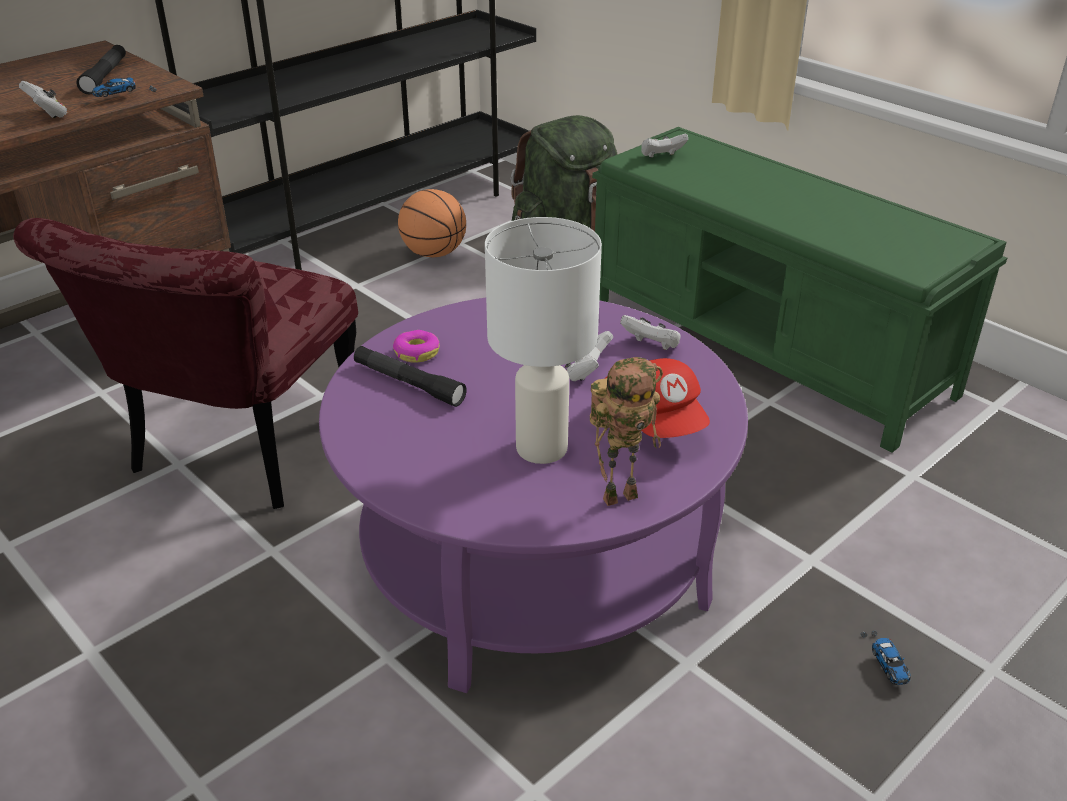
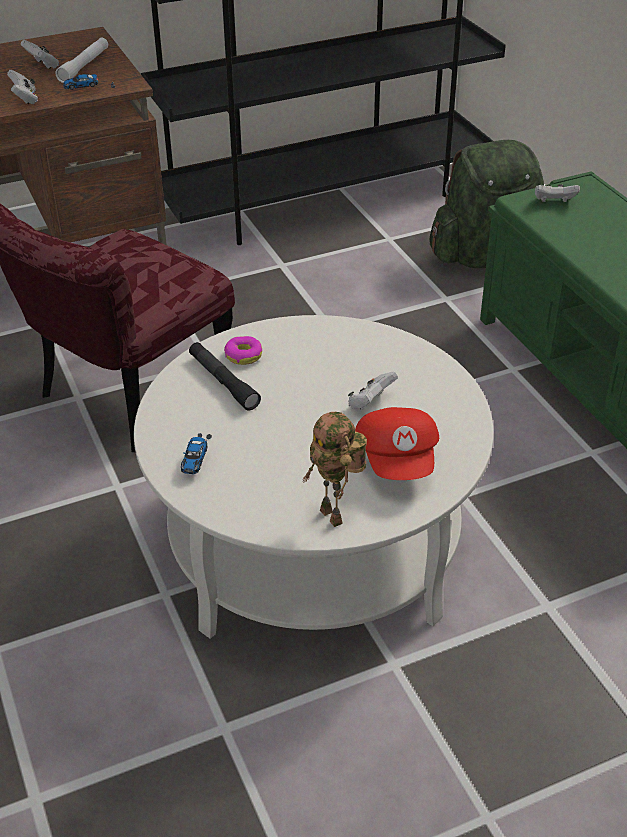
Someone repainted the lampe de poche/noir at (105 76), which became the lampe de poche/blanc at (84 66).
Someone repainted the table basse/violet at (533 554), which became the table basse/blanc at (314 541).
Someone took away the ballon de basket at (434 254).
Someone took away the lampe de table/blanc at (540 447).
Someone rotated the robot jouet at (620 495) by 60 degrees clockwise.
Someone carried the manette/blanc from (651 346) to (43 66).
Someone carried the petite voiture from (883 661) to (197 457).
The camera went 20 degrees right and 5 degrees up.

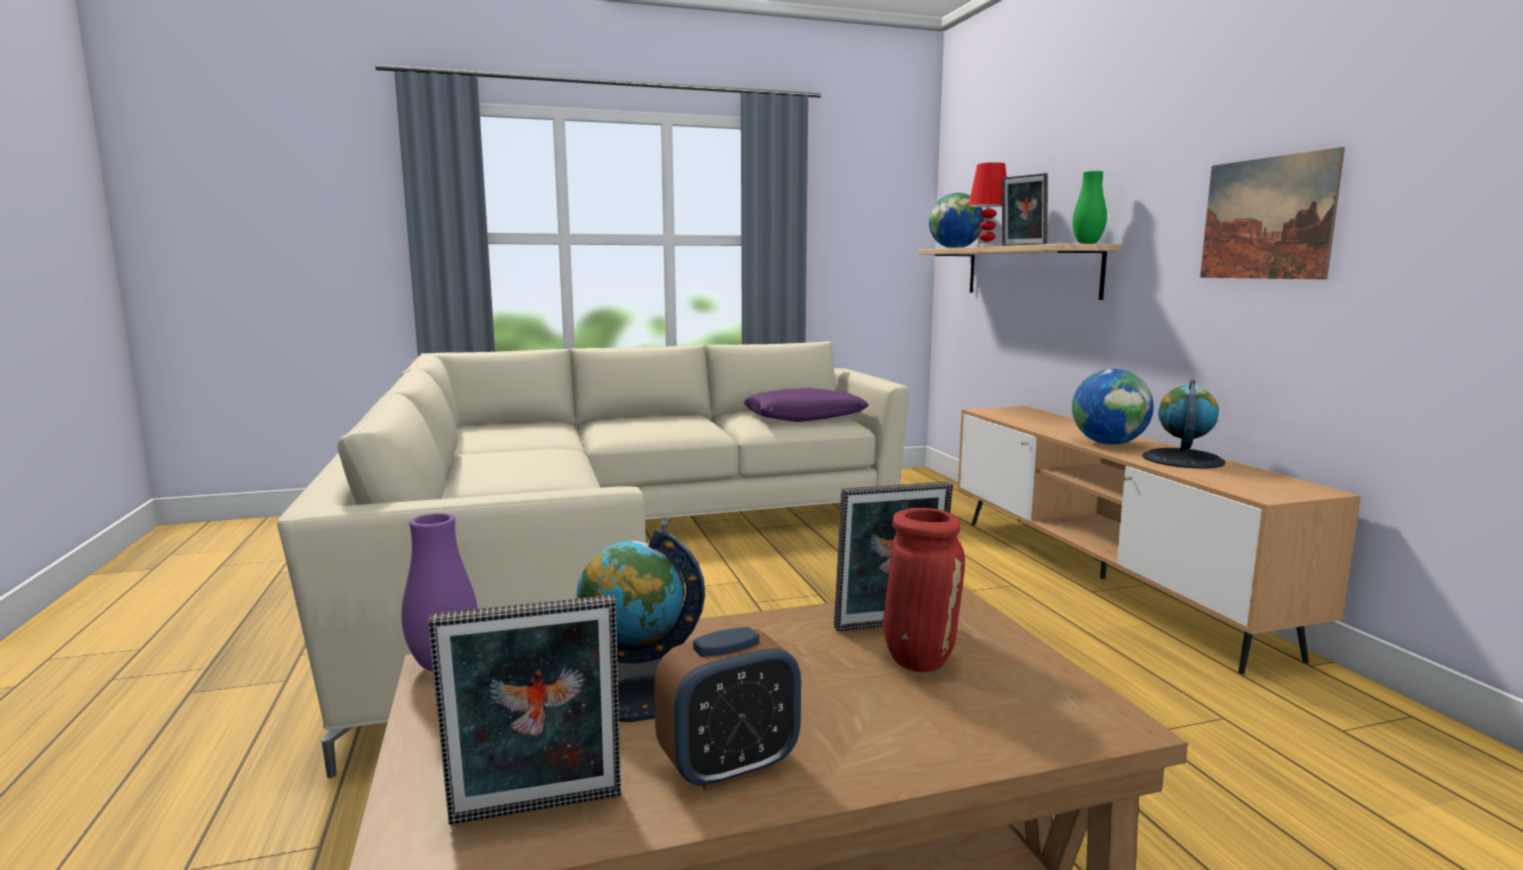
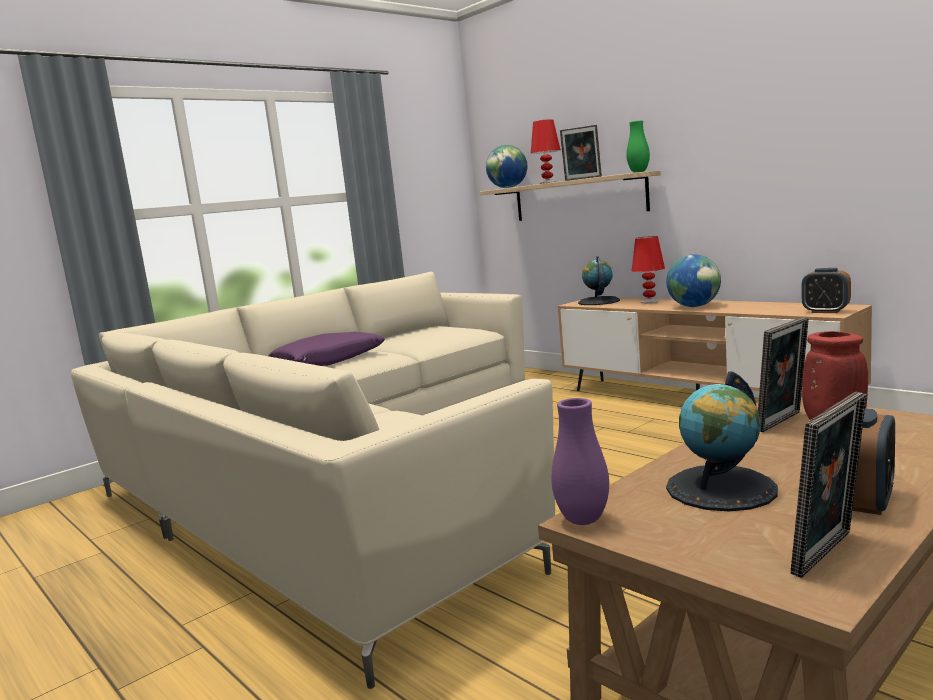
Someone carried the coussin/violet from (804 417) to (328 361).
Someone carried the globe from (1182 459) to (598 301).
Someone took away the tableau at (1266 218).
Someone put down the lampe de table/rouge at (650 301).
Someone put down the réveil at (825 311).
The camera went 25 degrees left and 0 degrees up.

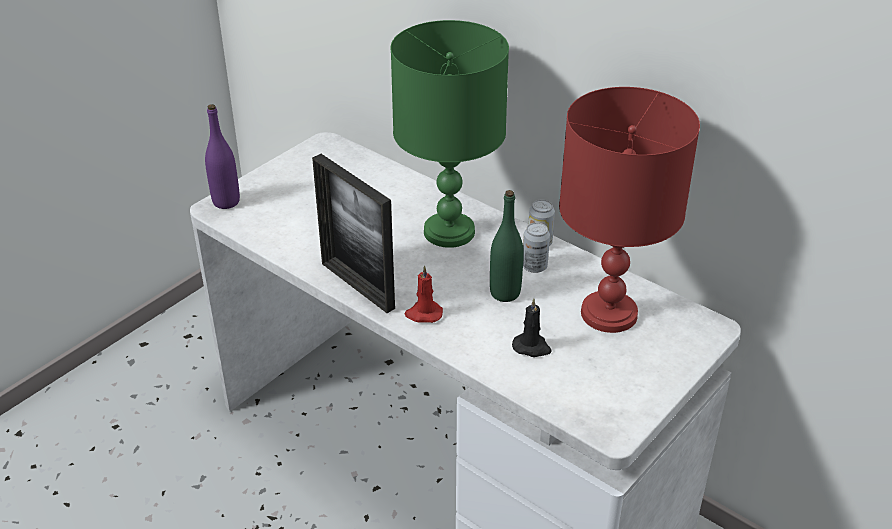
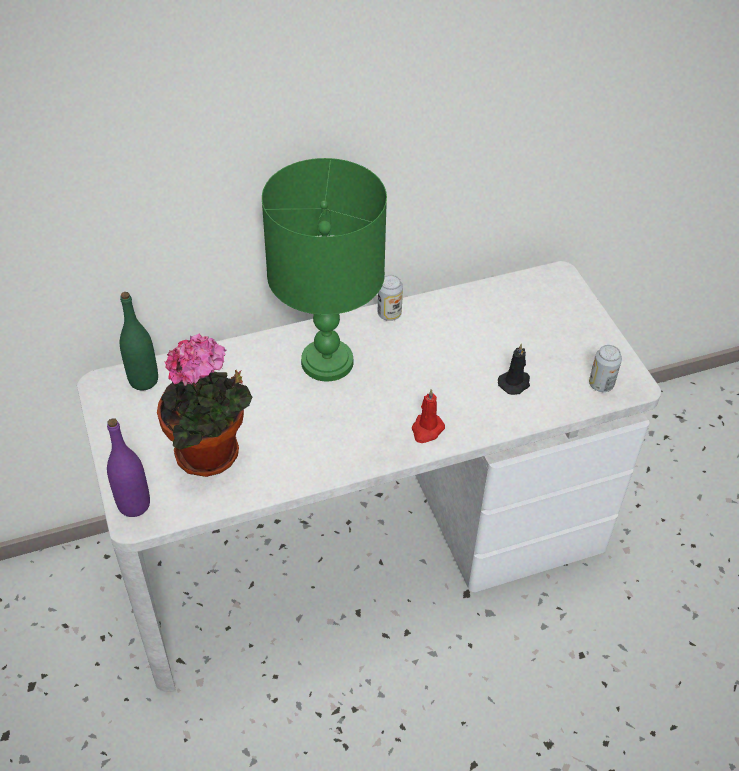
Someone took away the cadre photo at (357 285).
Someone carried the bouteille/vert from (505 293) to (143 380).
Someone carried the boîte métallique from (534 266) to (601 384).
Someone took away the lampe de table/rouge at (608 314).
Someone put down the plante en pot at (212 455).
The camera went 60 degrees left and 10 degrees up.

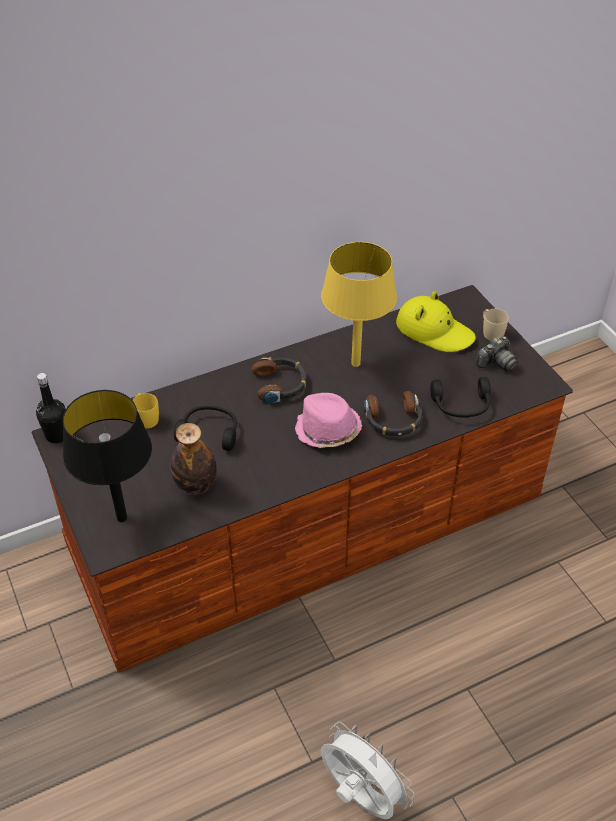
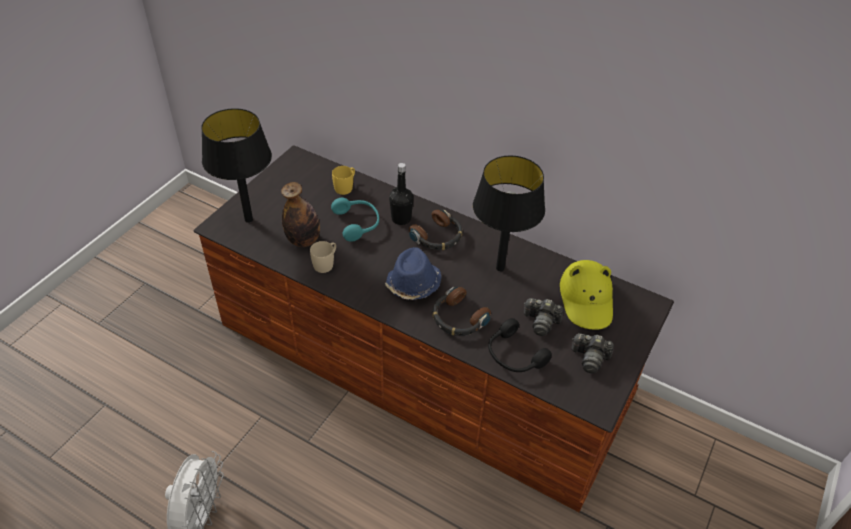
Someone carried the bouteille/noir from (57 435) to (401 219).
Someone repainted the casque audio/noir at (209 432), which became the casque audio/turquoise at (358 223).
Someone repainted the chapeau/rose at (327 430), which became the chapeau/bleu at (413 284).
Someone repainted the lampe de table/jaune at (356 363), which became the lampe de table/noir at (500 268).
Someone carried the mug/beige from (490 332) to (326 263).
Someone put down the appareil photo at (541 322).
The camera went 55 degrees right and 0 degrees up.

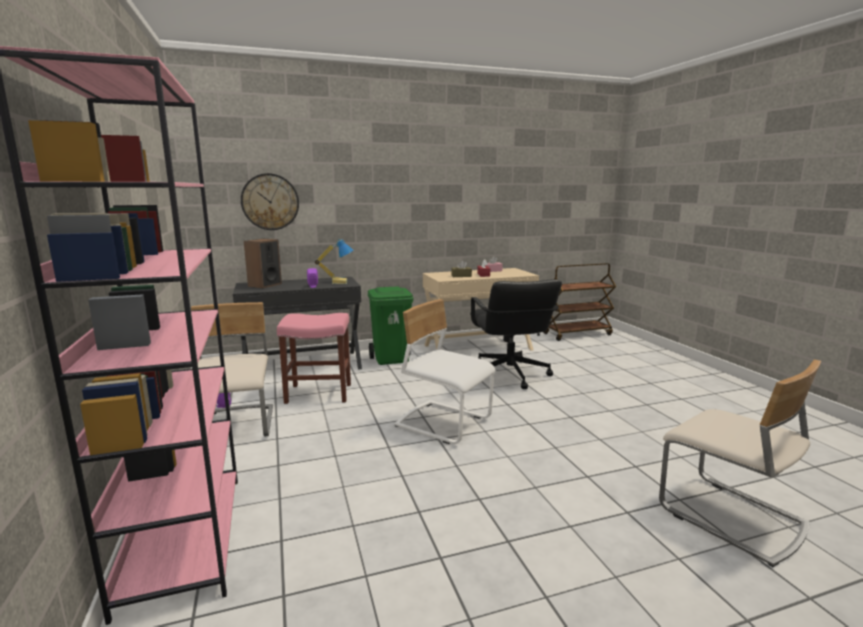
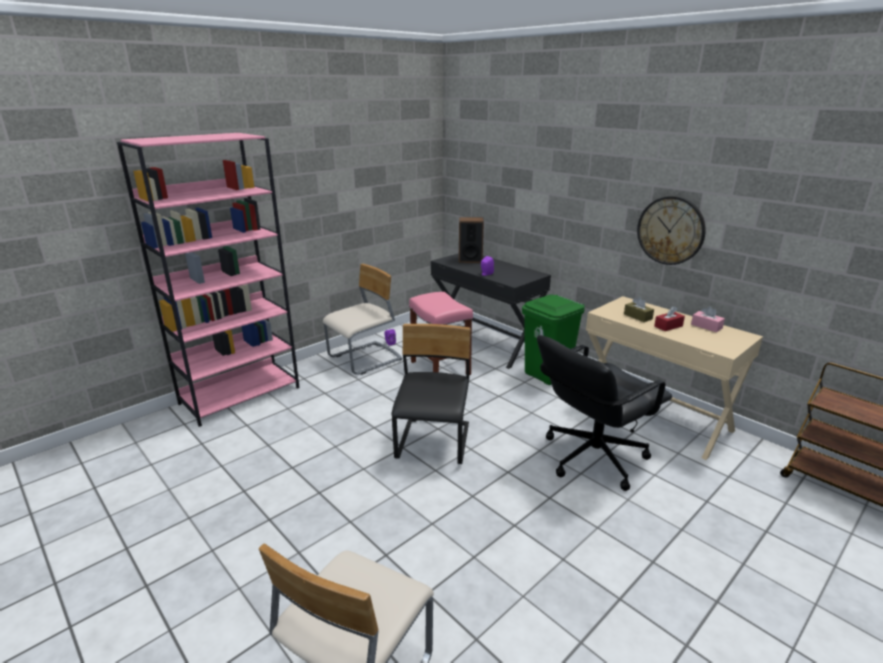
Someone carried the horloge murale from (270 202) to (670 230).
Someone took away the lampe de table at (339 282).
Someone repainted the chaise/blanc at (443 423), which became the chaise/noir at (434 442).
The camera went 65 degrees right and 10 degrees up.

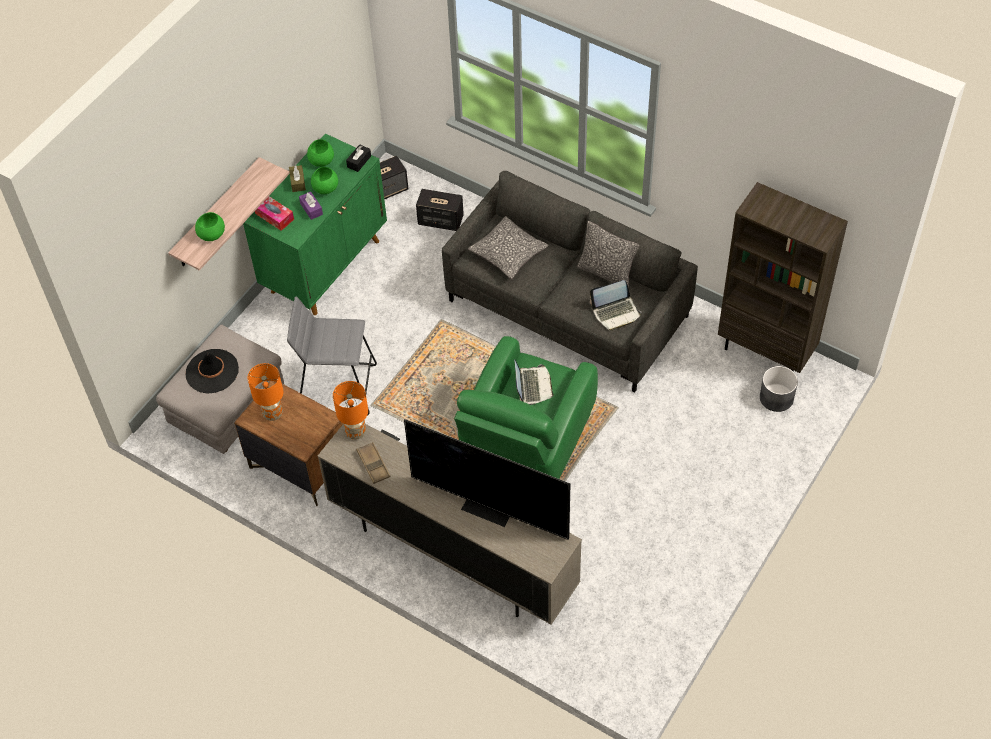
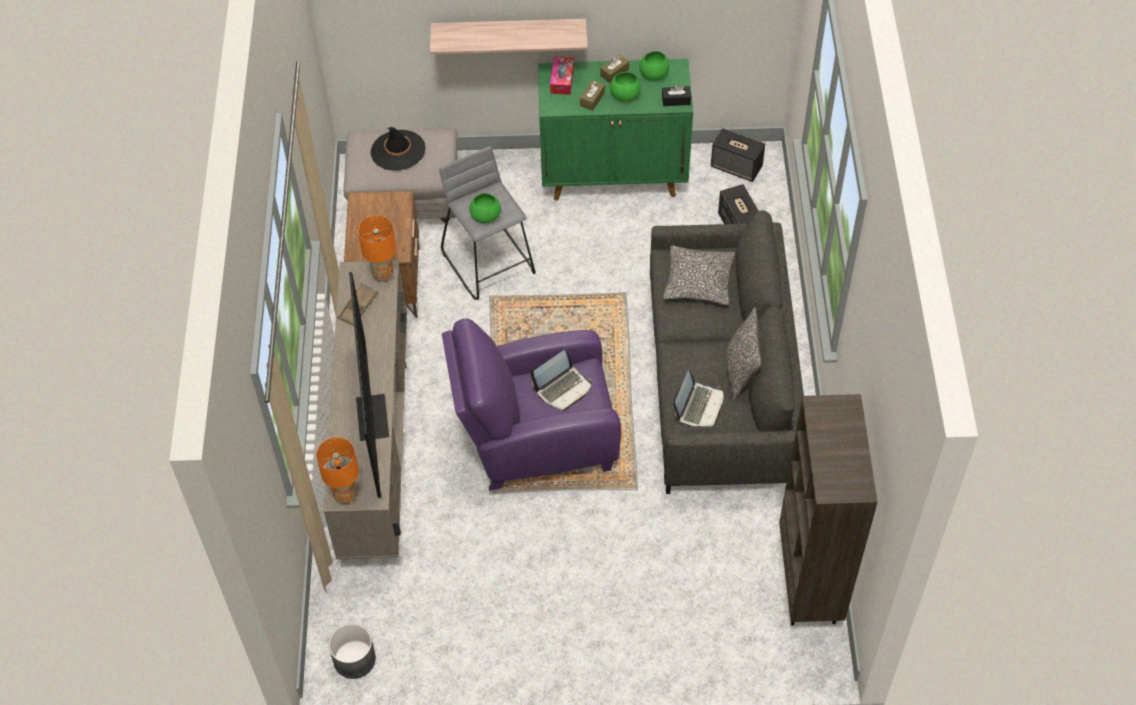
Someone carried the bol/vert from (212 233) to (486 215).
Someone carried the lampe de table/orange from (273 414) to (346 495).
Someone repainted the boîte à mouchoirs/violet at (311 209), which became the boîte à mouchoirs/marron at (592 99).
Someone repainted the fauteuil/vert at (525 445), which became the fauteuil/violet at (535 438).
Someone rotated the ordinateur portable at (616 312) by 105 degrees counterclockwise.
Someone carried the cache-pot/gris from (776 398) to (354 659).
The camera went 55 degrees right and 0 degrees up.

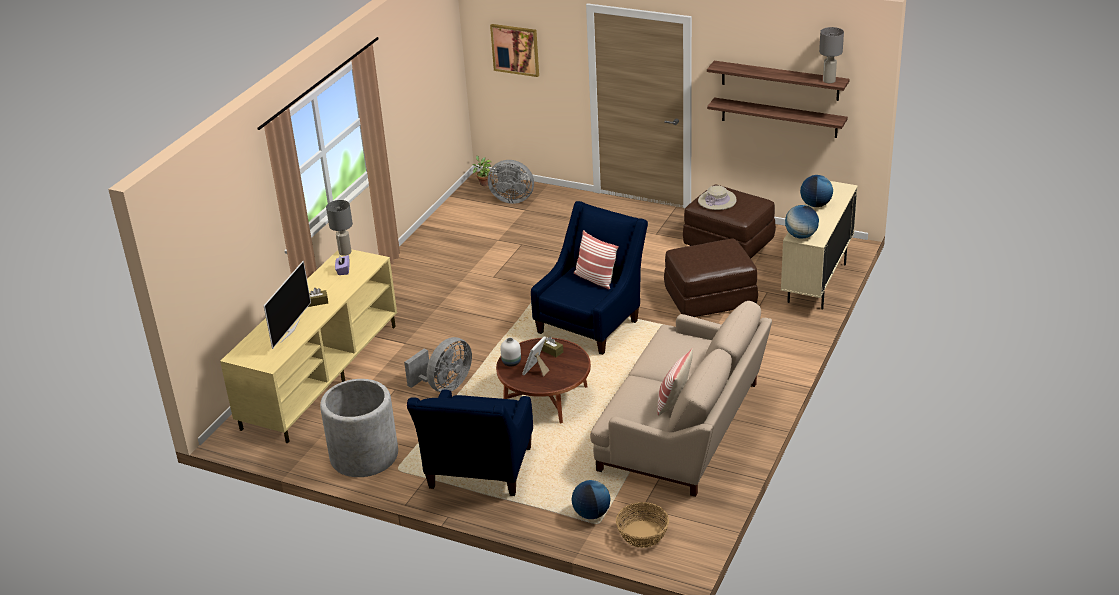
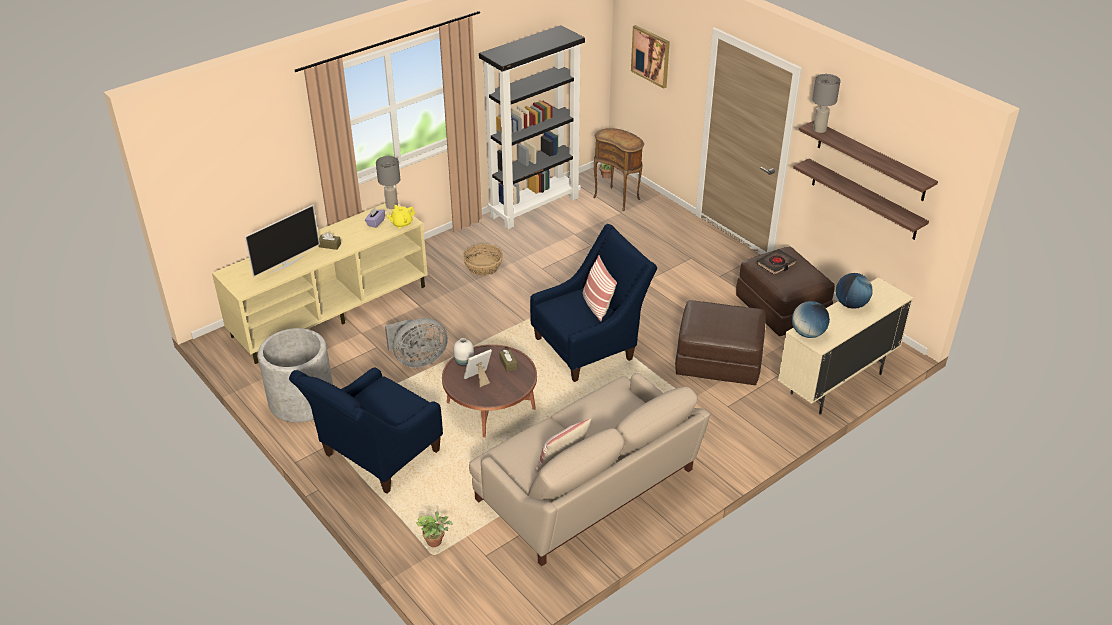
Someone swapped the ventilateur/gris at (512 199) for the table d'appoint/marron at (618 198).
Someone swapped the globe at (591 514) for the plante en pot at (436 542).
Someone carried the panier from (643 534) to (483 267).
Someone swapped the chapeau/beige at (717 201) for the livre/noir at (776 264).
Someone carried the lampe de table/gris from (829 81) to (819 130).
Someone put down the théière/jaune at (401 223).
Someone put down the bibliothèque/noir at (534 206).
The camera went 25 degrees right and 5 degrees up.

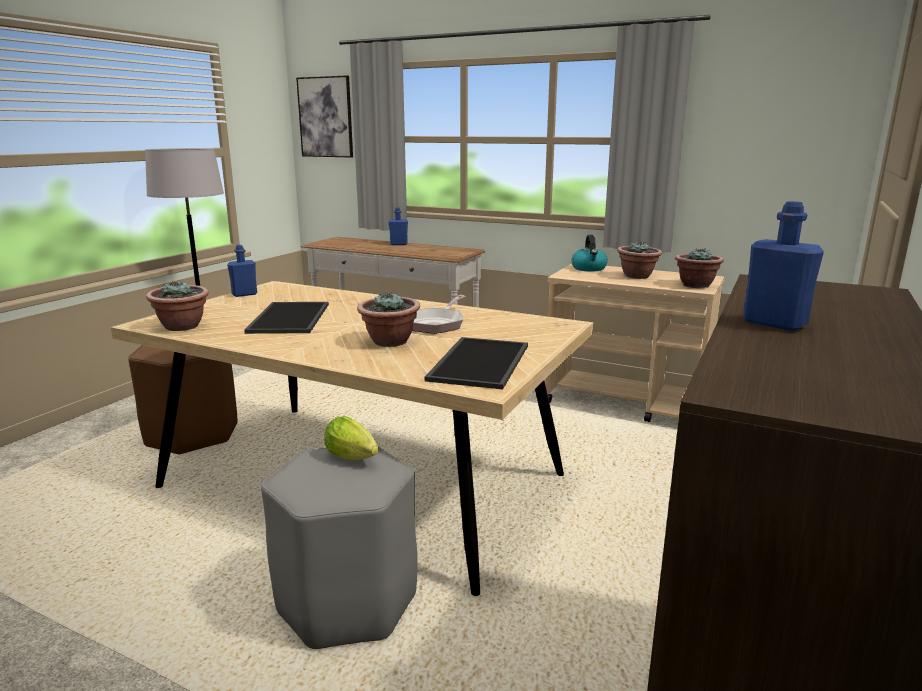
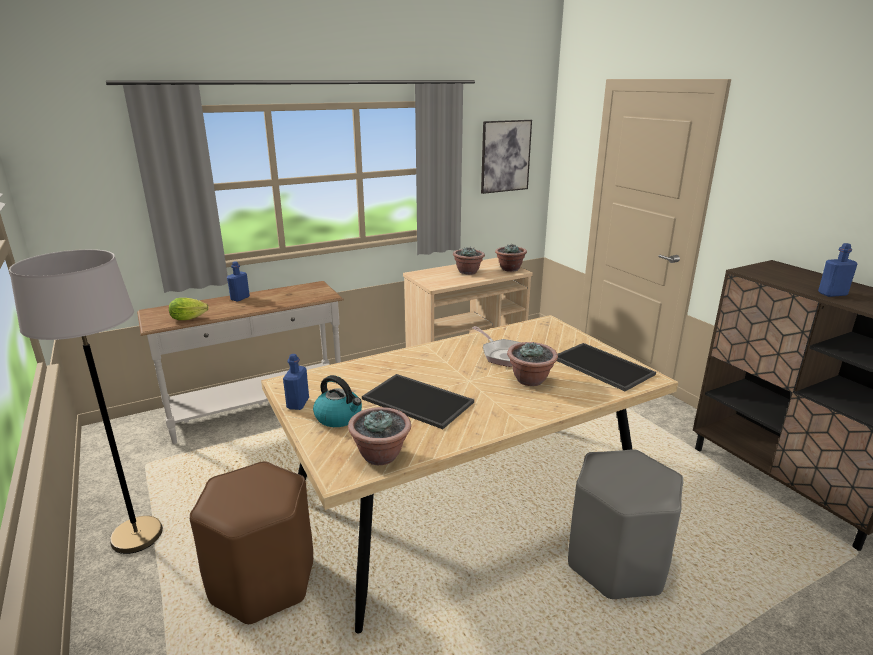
Someone carried the tableau from (325 117) to (505 156).
Someone carried the laitue from (354 458) to (191 318).
Someone carried the bouilloire from (589 268) to (339 417).
The camera went 55 degrees left and 5 degrees up.

